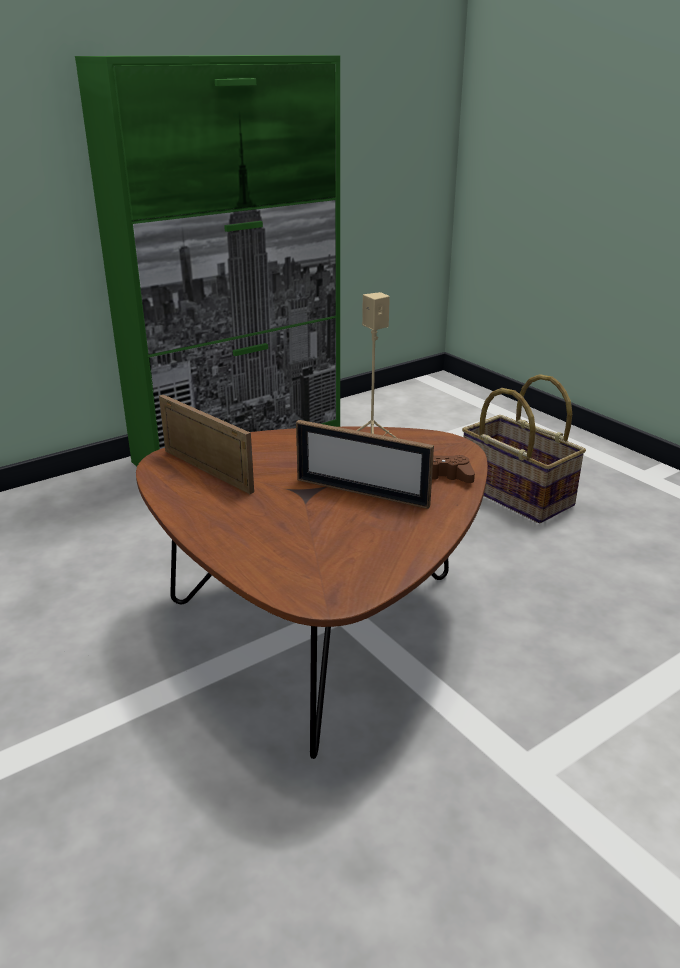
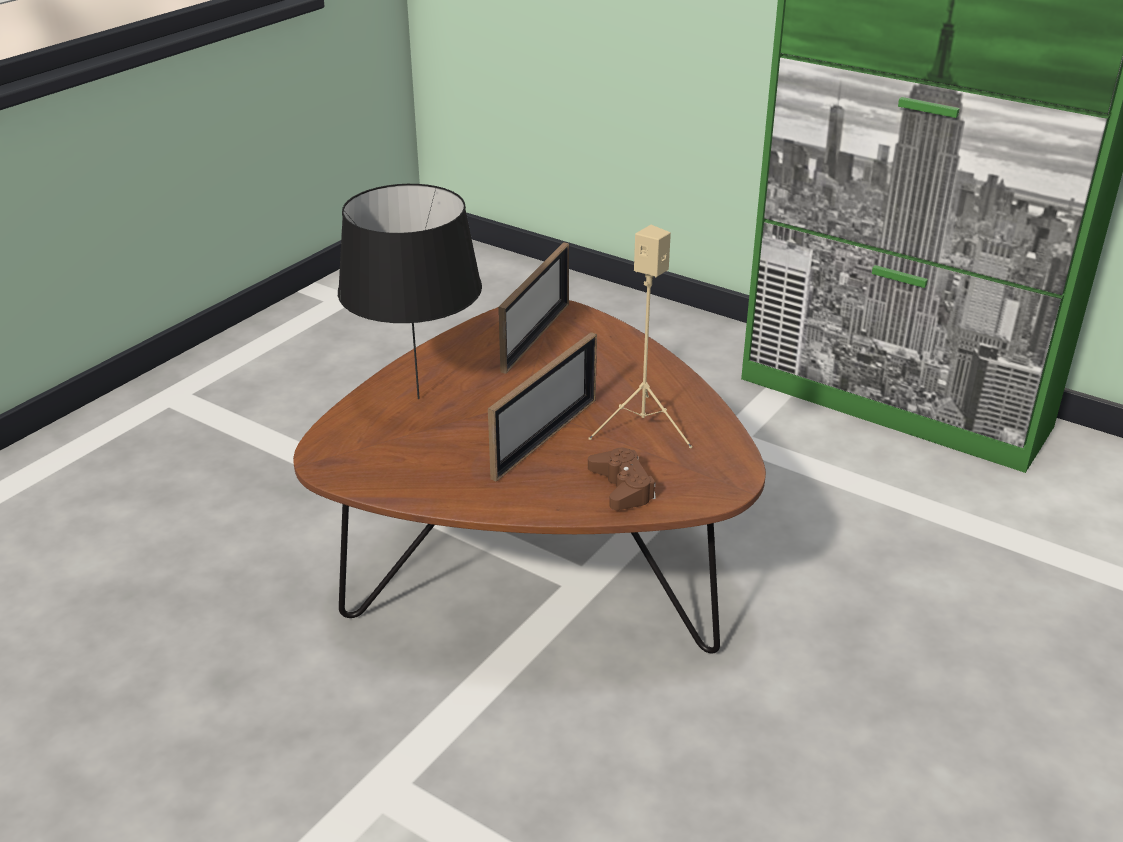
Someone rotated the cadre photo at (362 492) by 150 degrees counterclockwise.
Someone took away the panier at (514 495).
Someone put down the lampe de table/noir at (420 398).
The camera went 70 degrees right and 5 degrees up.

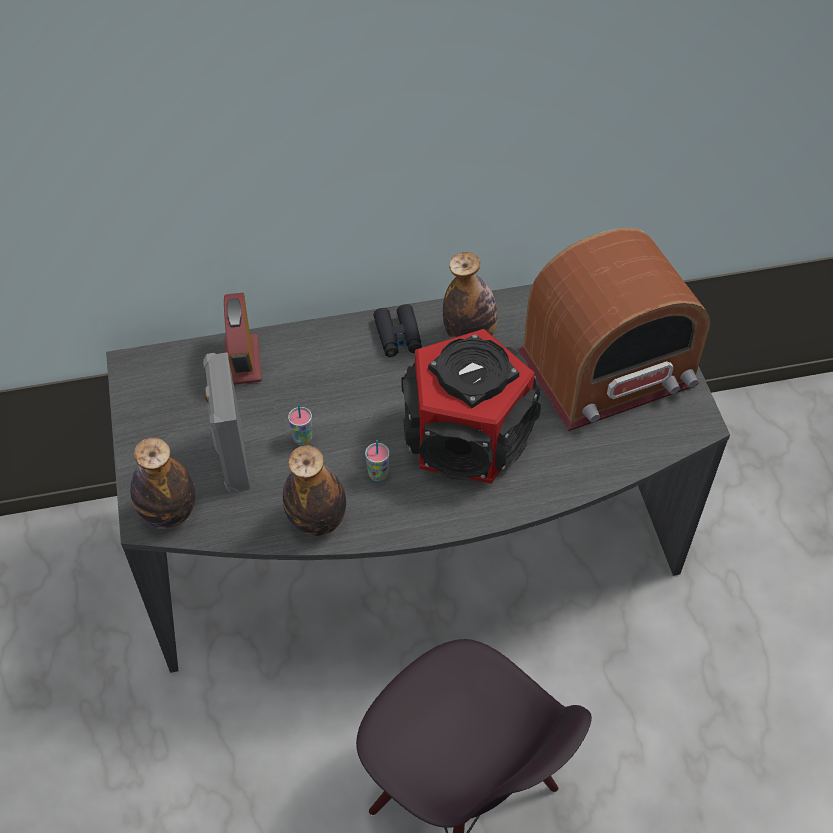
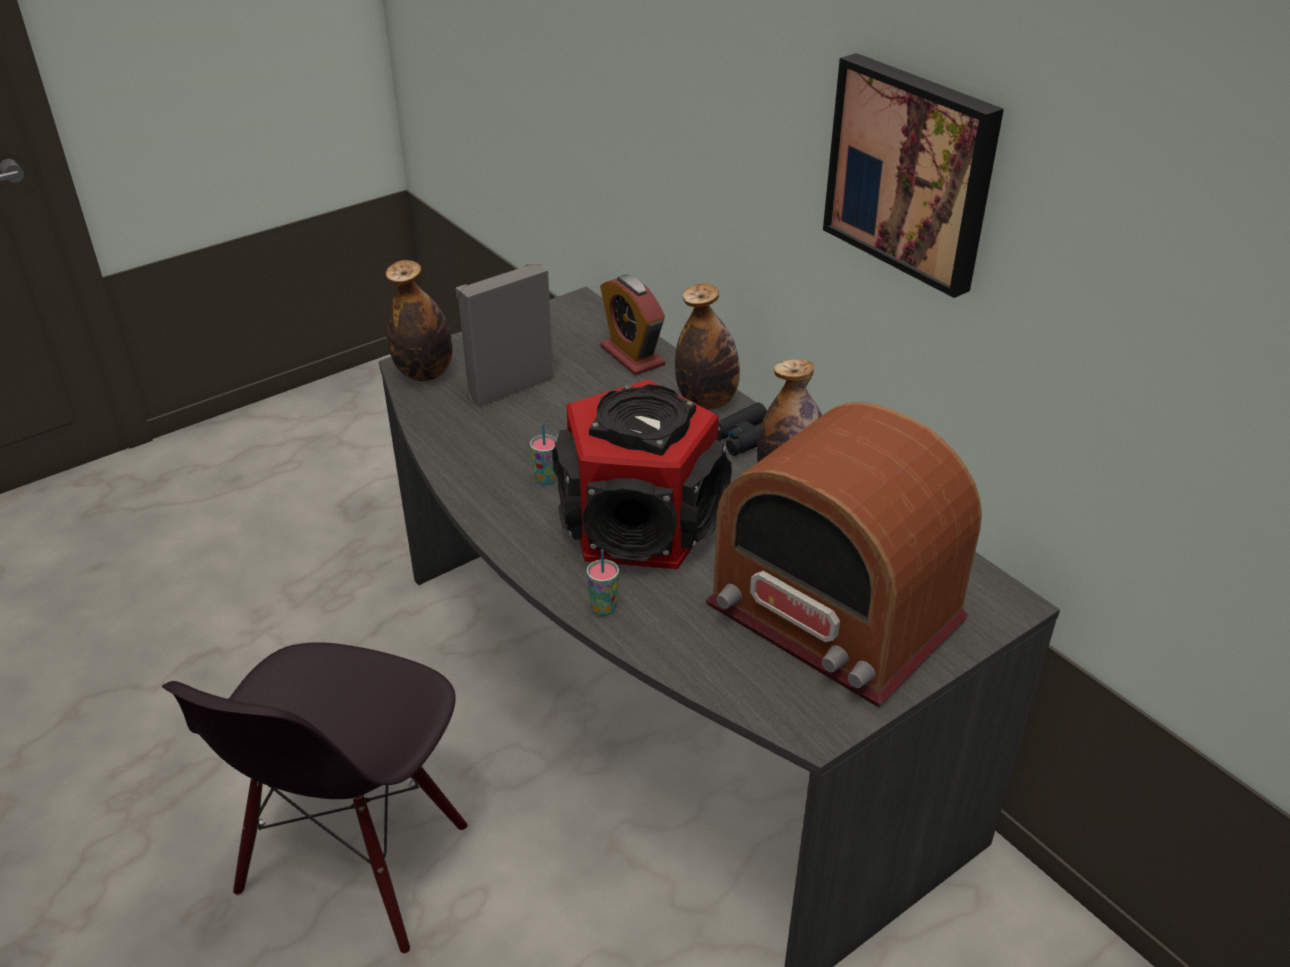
Someone rotated the réveil at (243 361) by 90 degrees counterclockwise.
Someone carried the bouteille from (317 520) to (706 401).
Someone carried the tasse from (302 439) to (603 608).
Someone put up the tableau at (913 171).
The camera went 65 degrees right and 15 degrees down.

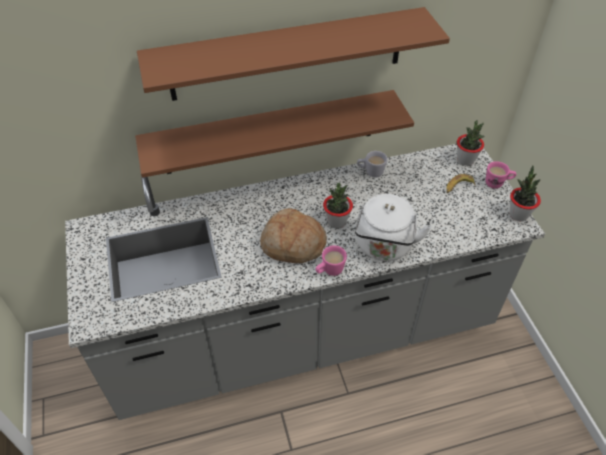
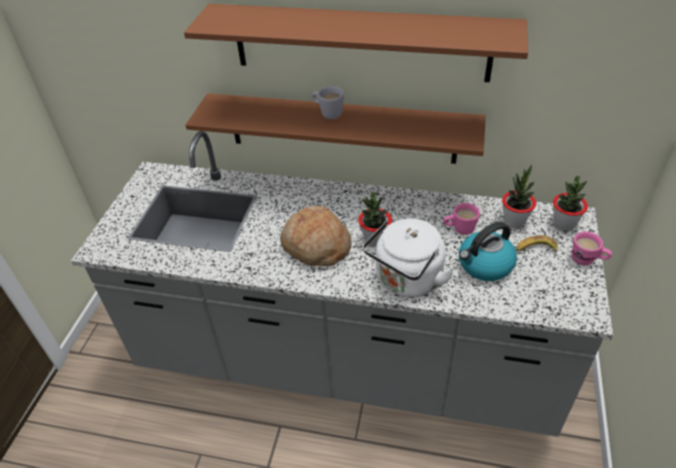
Someone carried the mug/rose from (329 271) to (459 229).
Someone carried the mug/blanc from (370 172) to (327 113).
Someone carried the plante en pot from (518 214) to (514 221).
Someone put down the bouilloire at (484 265).
The camera went 30 degrees right and 5 degrees down.

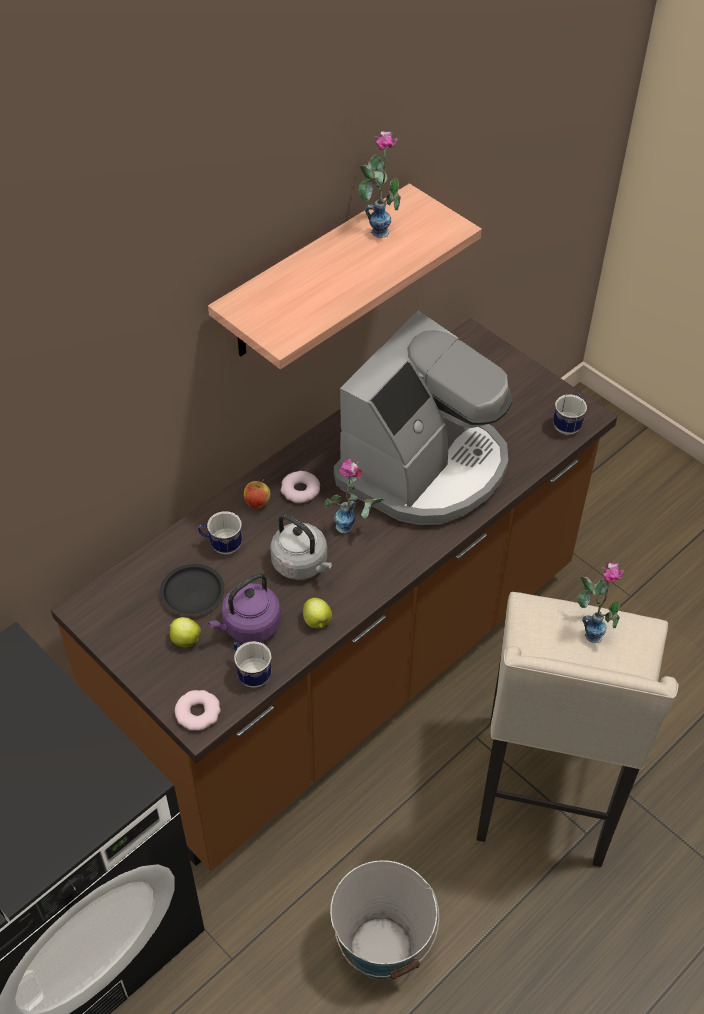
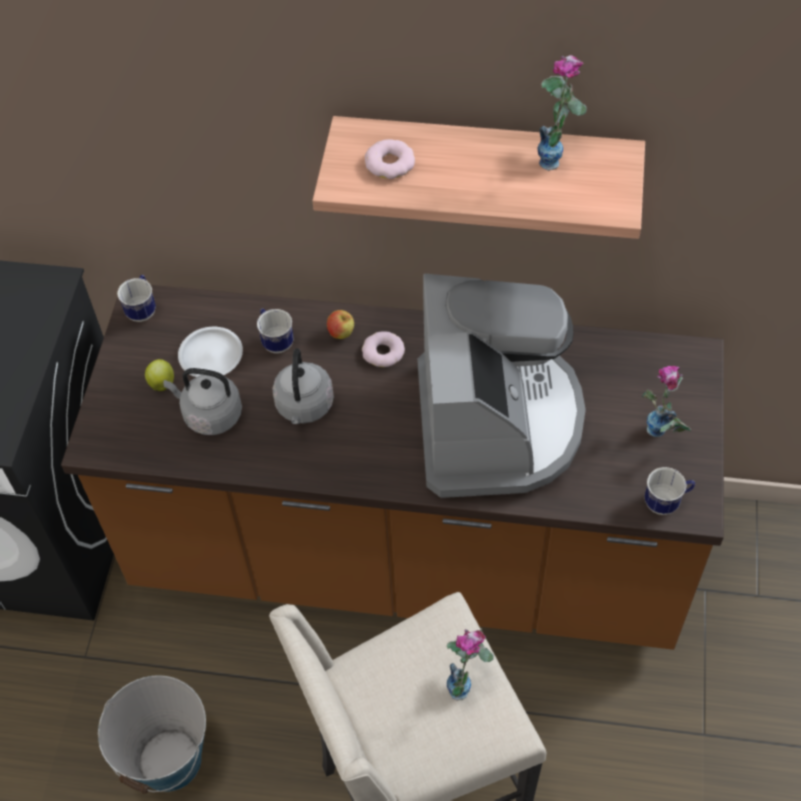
Someone repainted the assiette/noir at (193 593), which became the assiette/blanc at (211 356).
Someone carried the beignet from (198 713) to (390 163).
Someone repainted the bouilloire/violet at (249 626), which became the bouilloire/gris at (210 415).
Someone carried the mug from (251 673) to (142 309).
Someone took away the pomme at (317 622).
Someone carried the vase from (354 531) to (659 440).
Someone rotated the machine à café at (424 467) by 90 degrees counterclockwise.
The camera went 55 degrees right and 5 degrees up.

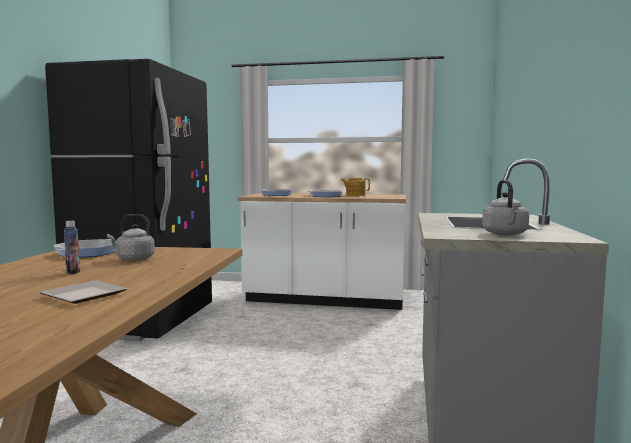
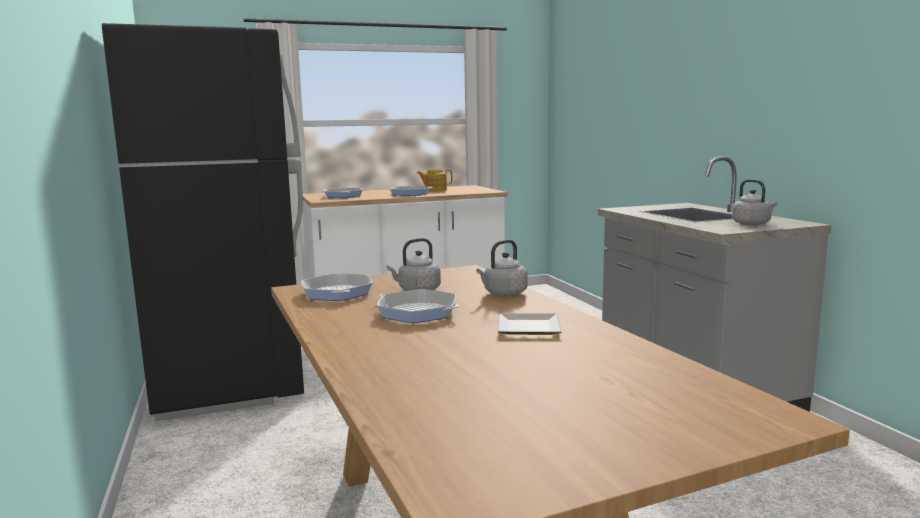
Someone swapped the bouteille at (73 272) for the poêle at (417 312).
Someone put down the bouilloire/gris at (503 293).
The camera went 30 degrees left and 5 degrees up.

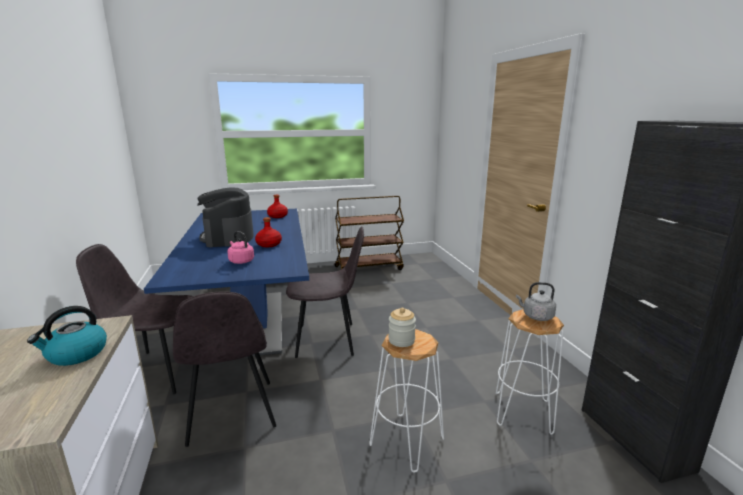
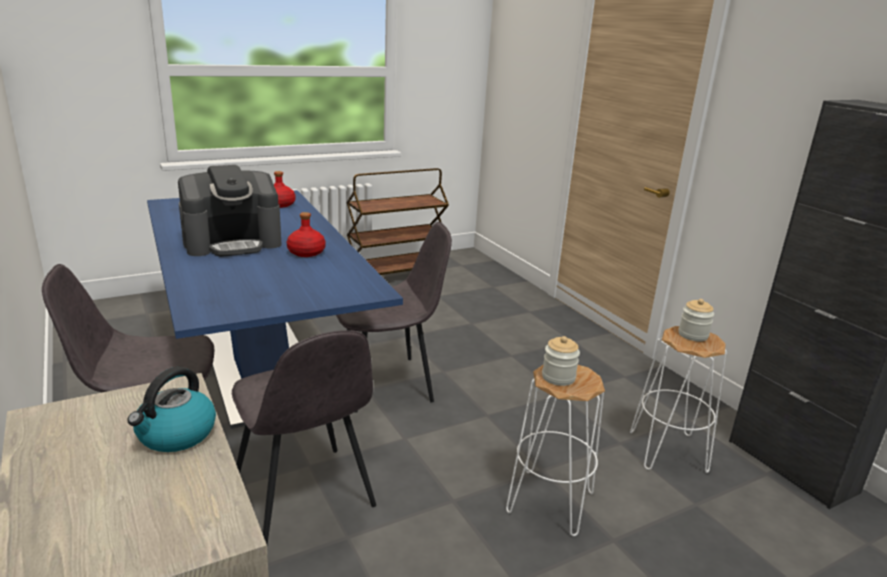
Someone rotated the machine à café at (228 237) by 90 degrees counterclockwise.
Someone took away the bouilloire/rose at (240 261).
Someone swapped the bouilloire/gris at (536 316) for the bocal at (693 335).
The camera went 15 degrees left and 5 degrees up.

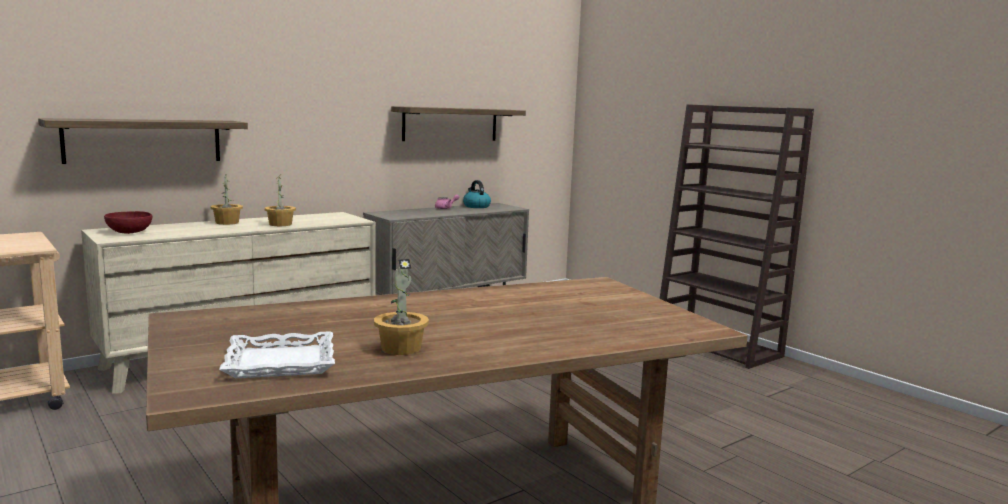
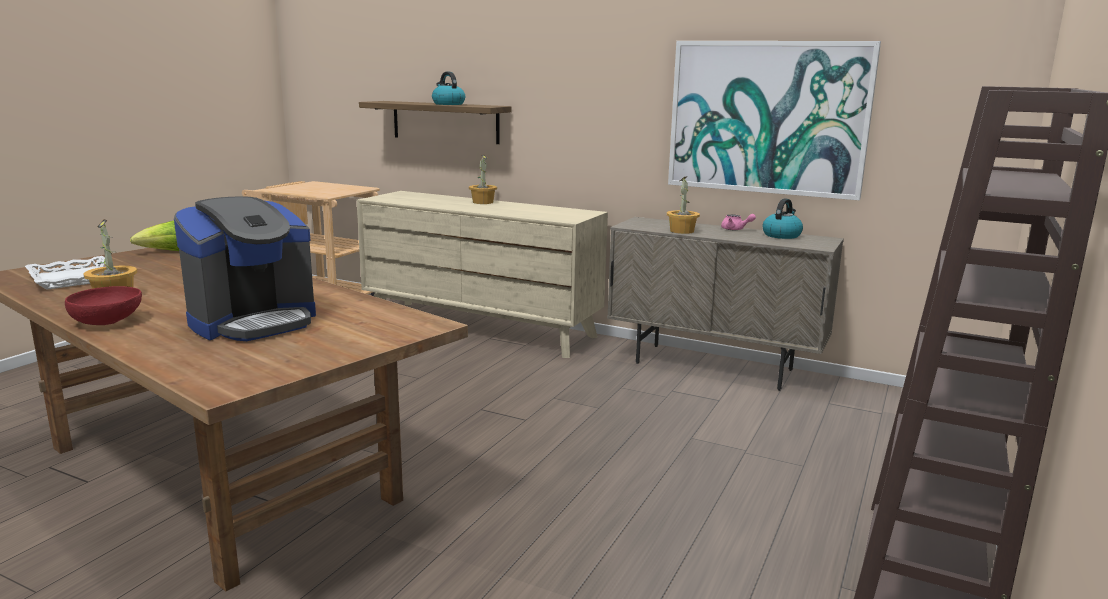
Someone carried the bol/rouge from (129 232) to (108 322).
Someone carried the plante en pot from (281 224) to (682 231).
Someone swapped the étagère at (450 124) for the tableau at (767 118).
Someone put down the laitue at (166 252).
Someone put down the machine à café at (254 322).
Someone put down the bouilloire at (448 104).
The camera went 65 degrees right and 5 degrees up.

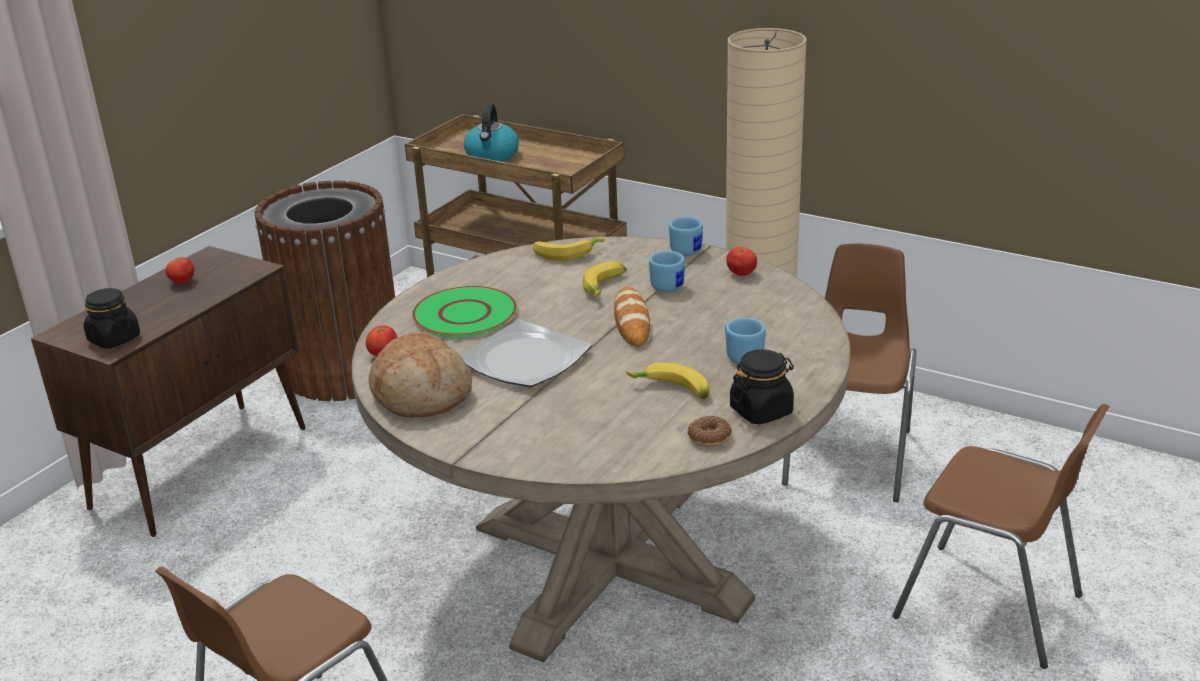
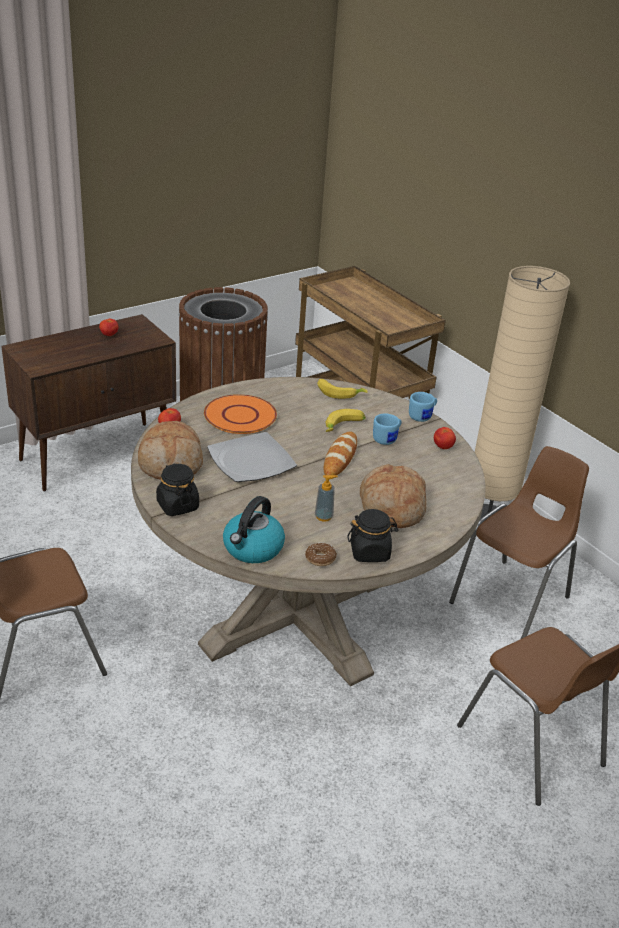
Someone carried the bocal/noir from (114 339) to (177 505).
Someone repainted the assiette/vert at (465 314), which became the assiette/orange at (240 416).
Someone carried the bouilloire from (492 156) to (252 549).
Someone swapped the banane at (671 391) for the distributeur de savon at (323 516).
Someone swapped the mug/bleu at (741 355) for the pain at (391 507).
The camera went 20 degrees right and 5 degrees up.

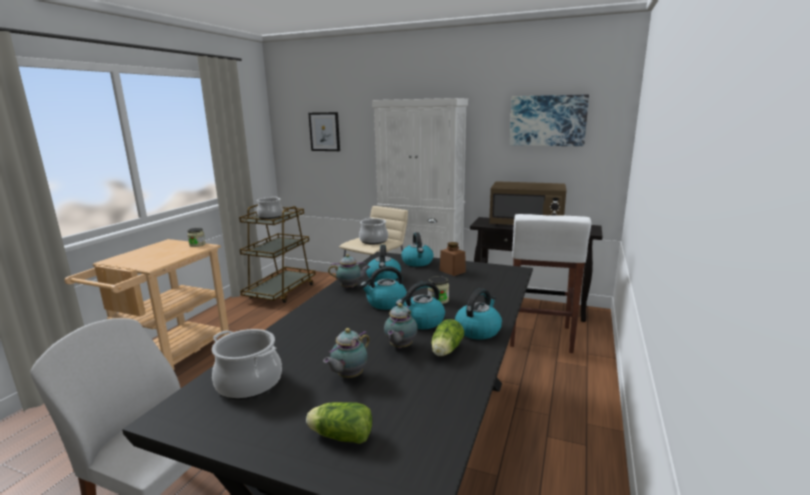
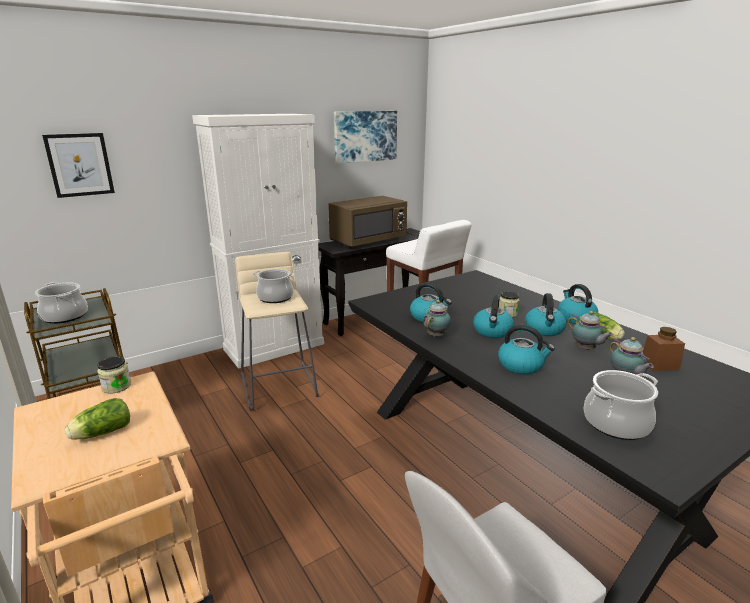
Someone carried the laitue from (339 435) to (101 433).
Someone carried the bouilloire from (417 262) to (521 365).
Someone carried the bocal/marron from (452 271) to (659 364).
The camera went 55 degrees left and 5 degrees up.

